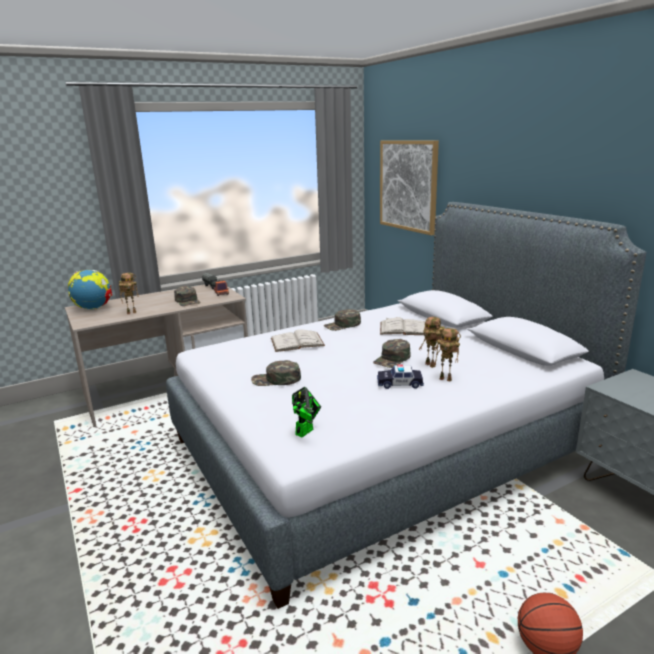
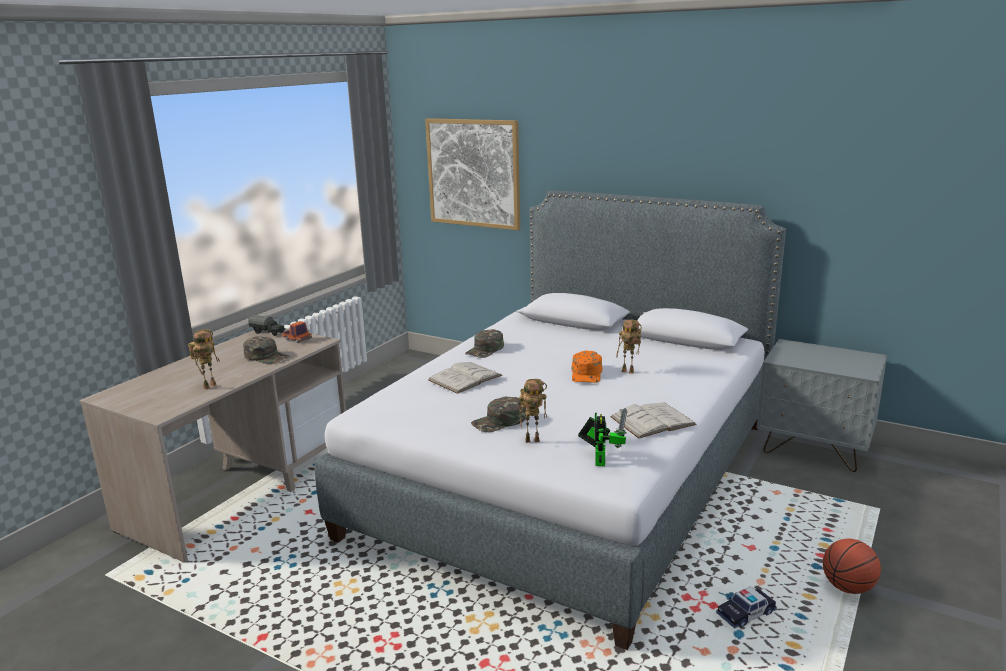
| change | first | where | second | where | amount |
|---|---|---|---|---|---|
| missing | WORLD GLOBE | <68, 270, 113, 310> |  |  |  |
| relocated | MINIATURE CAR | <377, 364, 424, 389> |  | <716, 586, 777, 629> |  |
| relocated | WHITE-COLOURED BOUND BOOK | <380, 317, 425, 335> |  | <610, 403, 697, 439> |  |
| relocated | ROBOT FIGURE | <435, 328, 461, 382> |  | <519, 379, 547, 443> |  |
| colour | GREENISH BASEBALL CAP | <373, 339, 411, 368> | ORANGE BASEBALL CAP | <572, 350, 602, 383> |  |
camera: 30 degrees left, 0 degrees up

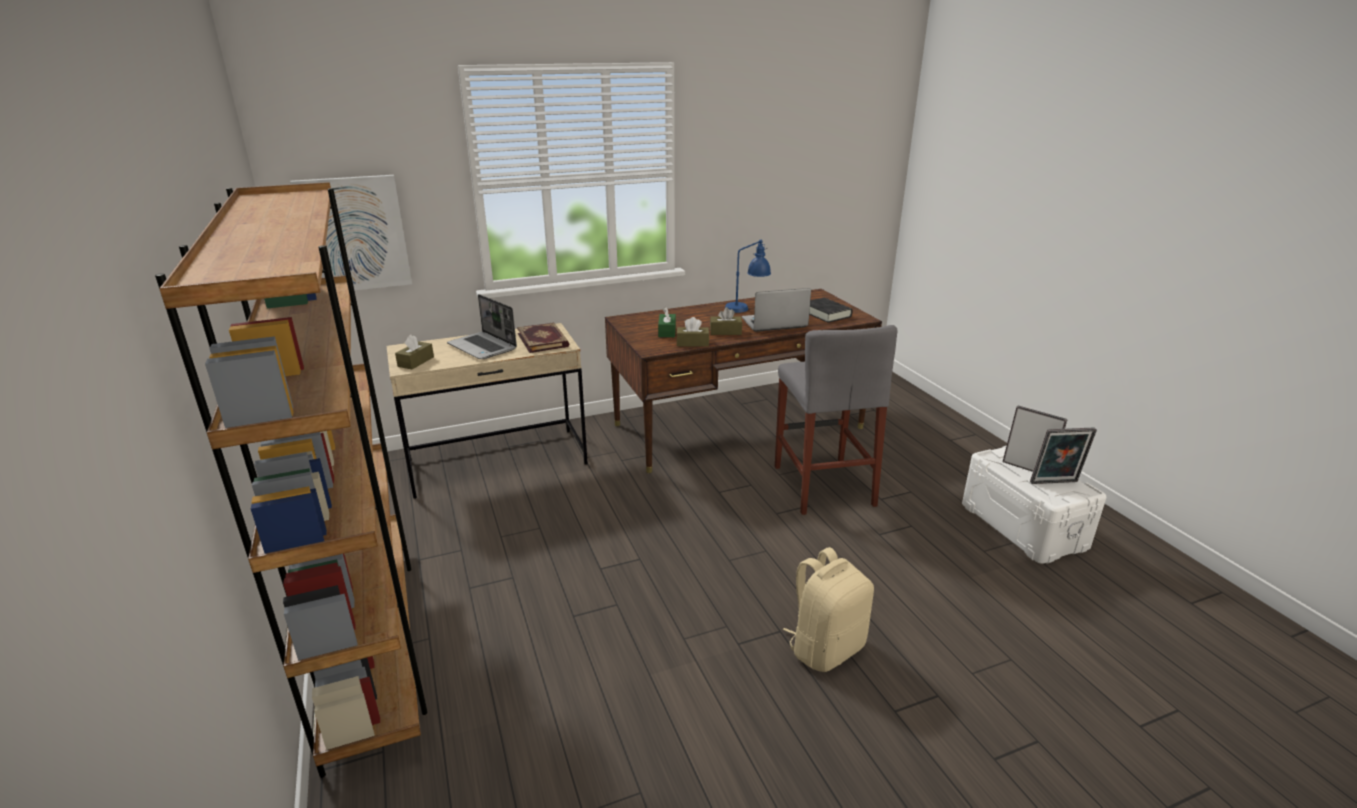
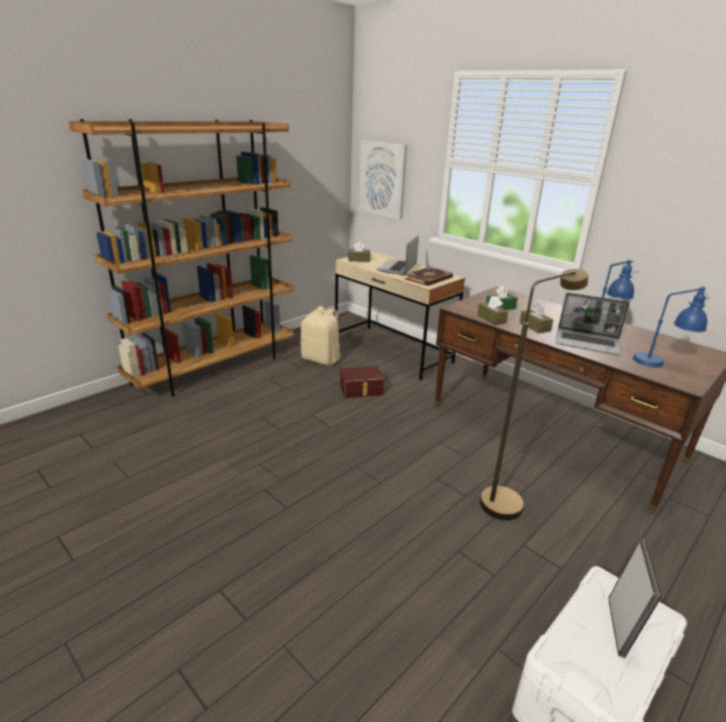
| change | first | where | second | where | amount |
|---|---|---|---|---|---|
| missing | PHOTO FRAME | <1030, 428, 1097, 484> |  |  |  |
| appeared |  |  | BROWNISH STORAGE BIN | <340, 366, 385, 398> |  |
| relocated | SAND-COLOURED KNAPSACK | <783, 547, 874, 672> |  | <300, 306, 340, 366> |  |
| exchanged | GREY STOOL SEAT | <775, 325, 897, 515> | BROWNISH STANDARD LAMP | <480, 269, 588, 520> |  |
| exchanged | BLACK-COLOURED BOUND BOOK | <809, 298, 853, 323> | BLUISH TABLETOP LAMP | <633, 287, 710, 367> |  |
| spun | LAPTOP | <742, 288, 811, 332> |  | <555, 293, 630, 355> | 150 degrees clockwise |
camera: 65 degrees right, 0 degrees up

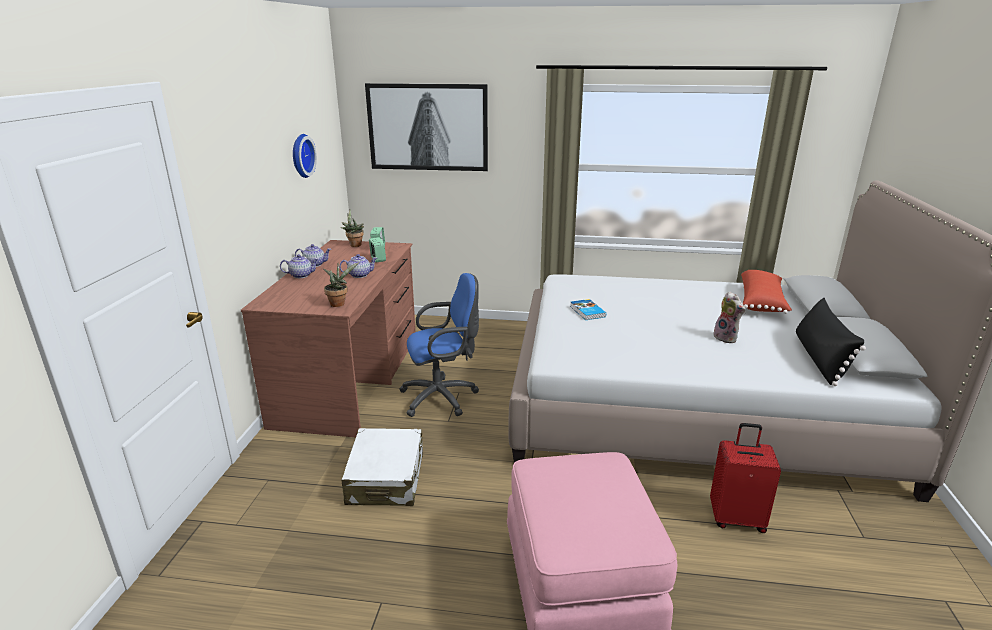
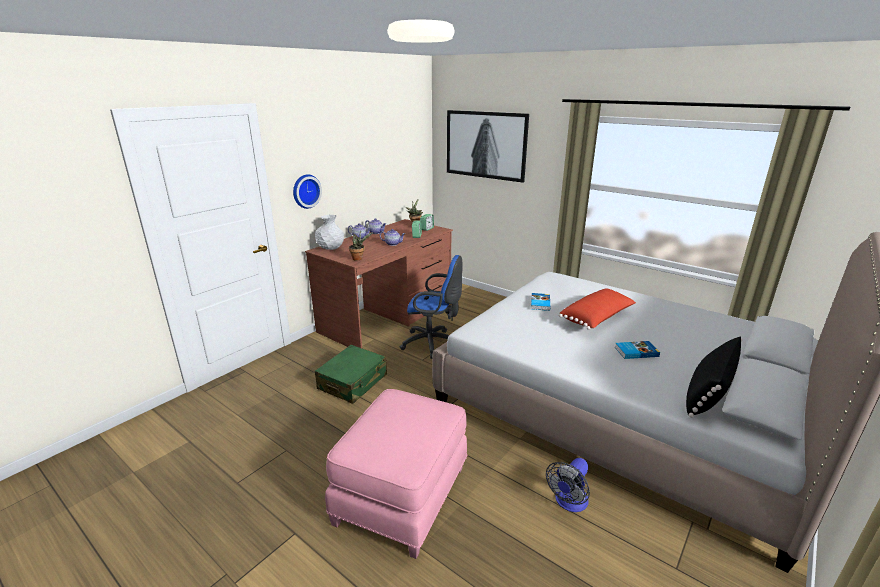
| change | first | where | second | where | amount |
|---|---|---|---|---|---|
| appeared |  |  | WHITE-COLOURED FLOWER VASE | <315, 215, 344, 250> |  |
| relocated | WALL CLOCK | <293, 134, 317, 178> |  | <293, 174, 322, 209> |  |
| relocated | RED THROW PILLOW | <741, 270, 792, 314> |  | <559, 288, 636, 330> |  |
| exchanged | RED SUITCASE | <710, 423, 781, 533> | FAN | <546, 458, 590, 512> |  |
| exchanged | CUDDLY TOY | <713, 292, 746, 343> | BOUND BOOK | <615, 341, 660, 359> |  |
| colour | WHITE-COLOURED SUITCASE | <342, 428, 423, 506> | GREENISH SUITCASE | <315, 345, 387, 404> |  |
camera: 30 degrees right, 0 degrees up

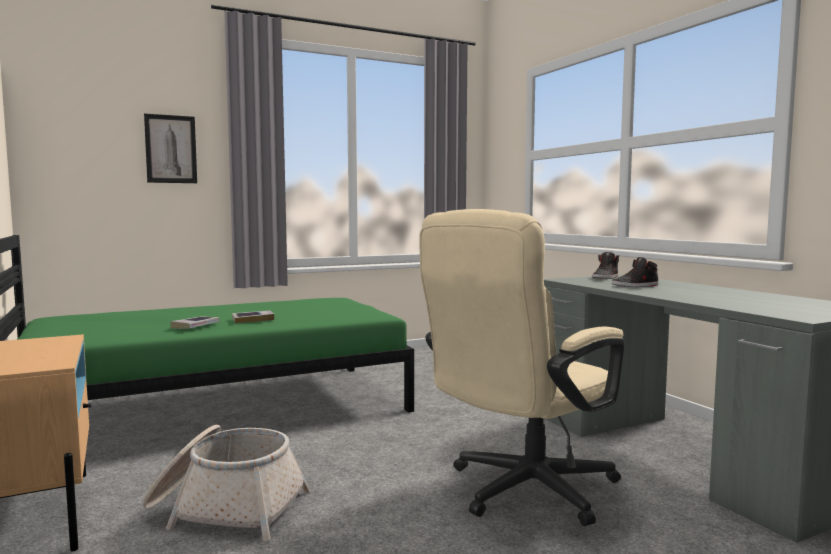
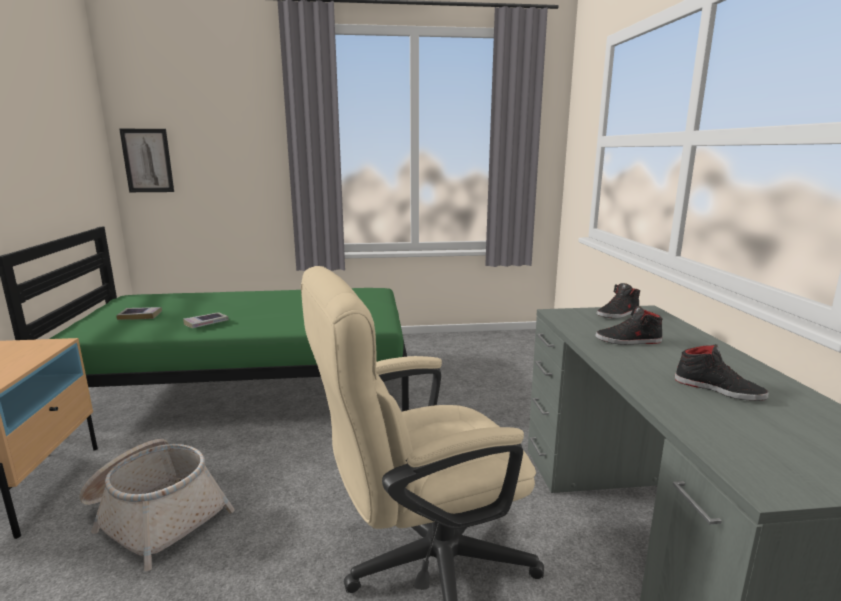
| change | first | where | second | where | amount |
|---|---|---|---|---|---|
| appeared |  |  | BLACK-COLOURED ITEM OF FOOTWEAR | <675, 344, 768, 401> |  |
| relocated | WALL PICTURE | <144, 114, 197, 183> |  | <119, 129, 174, 192> |  |
| relocated | BOUND BOOK | <232, 310, 274, 323> |  | <116, 307, 162, 320> |  |
camera: 20 degrees right, 10 degrees up

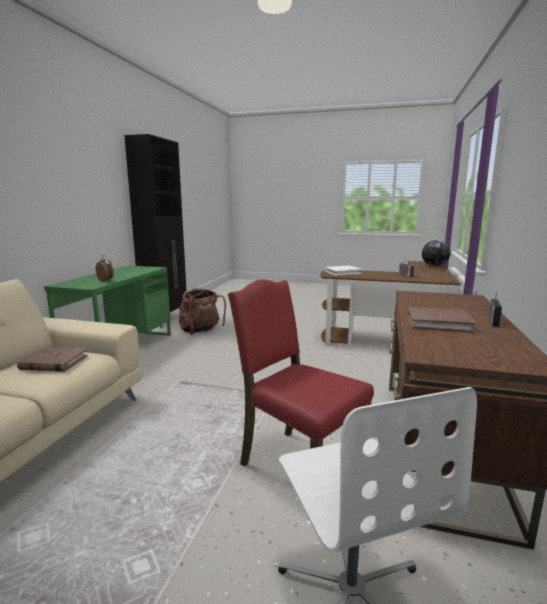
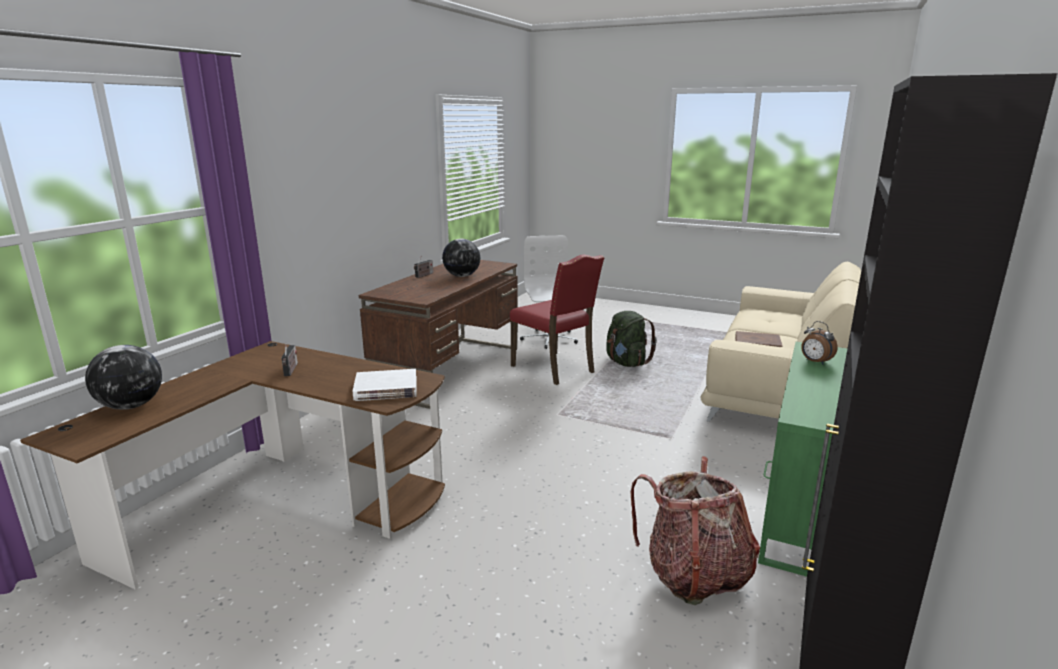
| change | first | where | second | where | amount |
|---|---|---|---|---|---|
| appeared |  |  | GREENISH KNAPSACK | <606, 311, 657, 367> |  |
| exchanged | BROWNISH BOUND BOOK | <407, 307, 476, 333> | WORLD GLOBE | <442, 239, 480, 277> |  |
camera: 170 degrees left, 5 degrees up

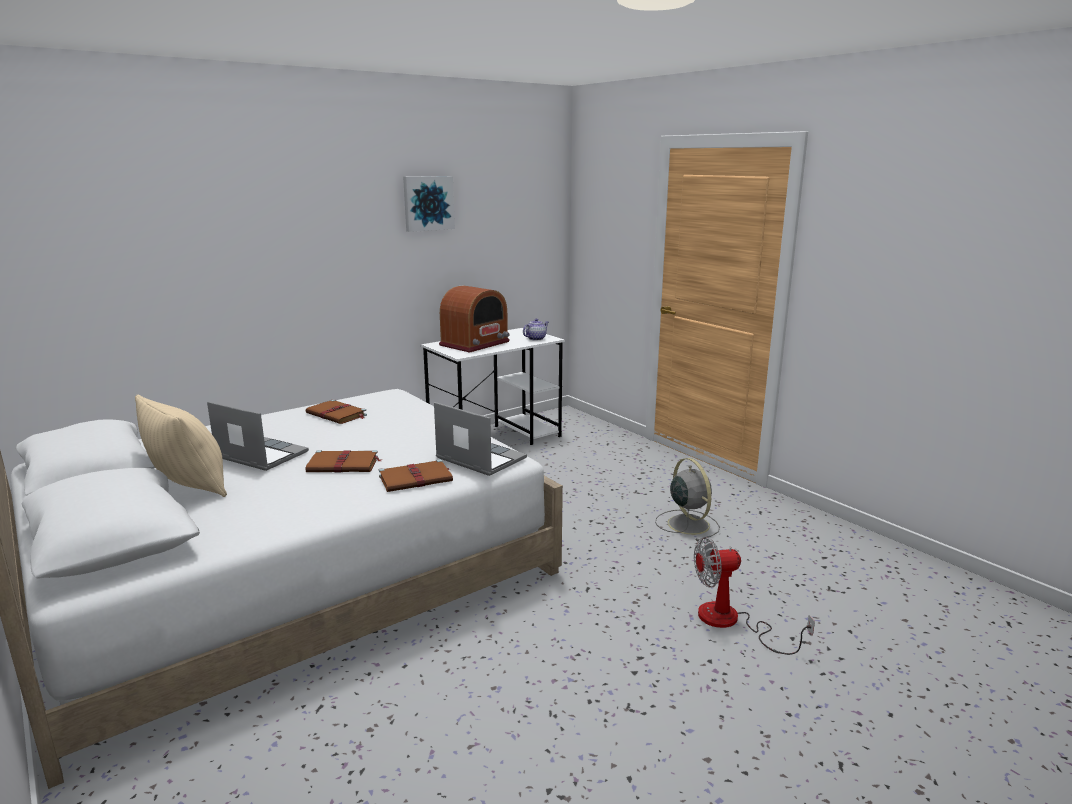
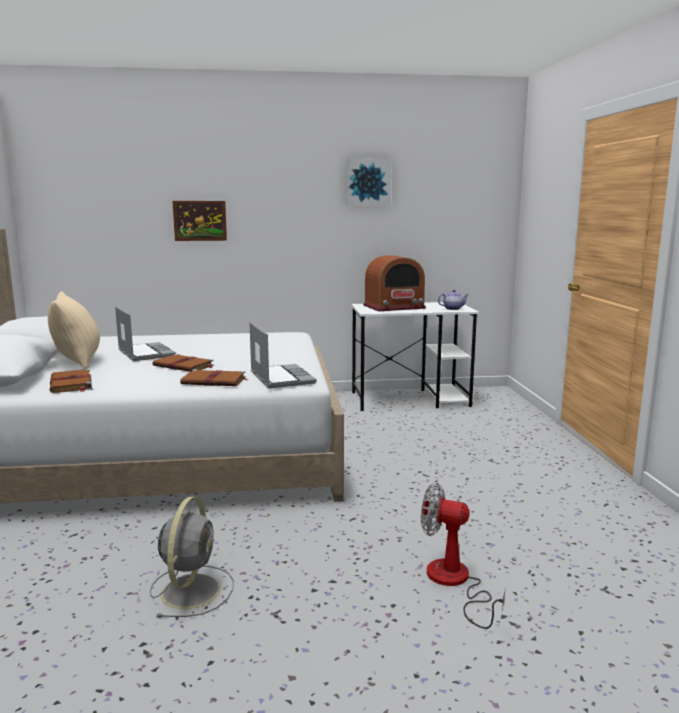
| change | first | where | second | where | amount |
|---|---|---|---|---|---|
| appeared |  |  | WALL PICTURE | <172, 201, 227, 241> |  |
| relocated | BROWNISH BOUND BOOK | <306, 399, 367, 424> |  | <50, 369, 92, 393> |  |
| relocated | GREY FAN | <655, 458, 720, 541> |  | <150, 497, 234, 618> |  |
camera: 30 degrees right, 5 degrees down

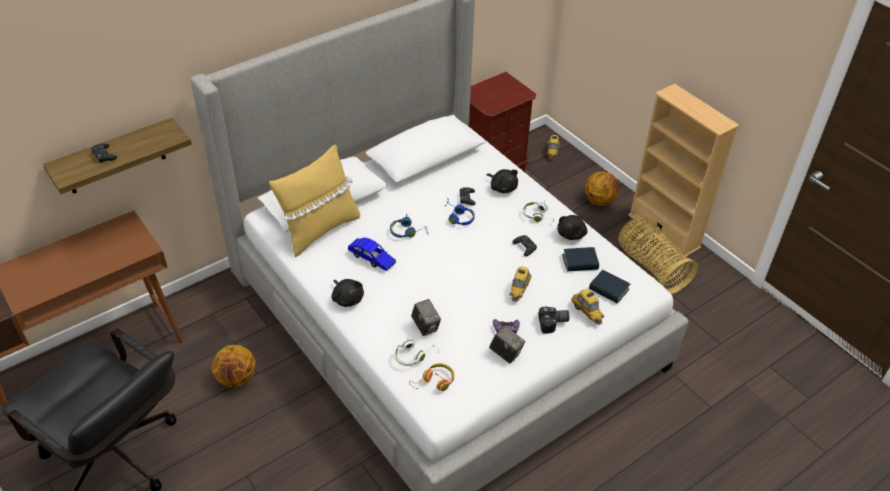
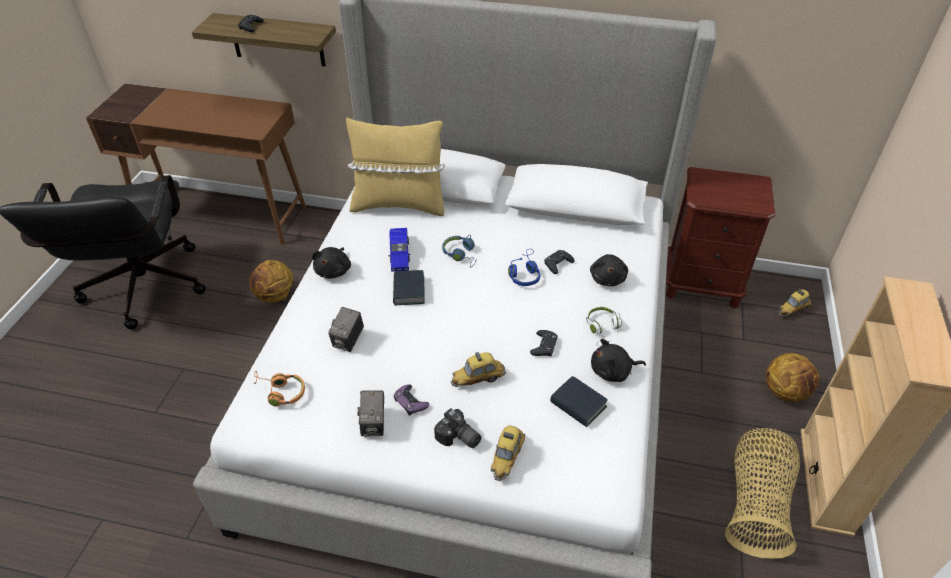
| change | first | where | second | where | amount |
|---|---|---|---|---|---|
| missing | WHITE-COLOURED HEADPHONES | <394, 336, 440, 366> |  |  |  |
| relocated | BOUND BOOK | <589, 270, 630, 304> |  | <393, 270, 425, 306> |  |
camera: 50 degrees right, 0 degrees up

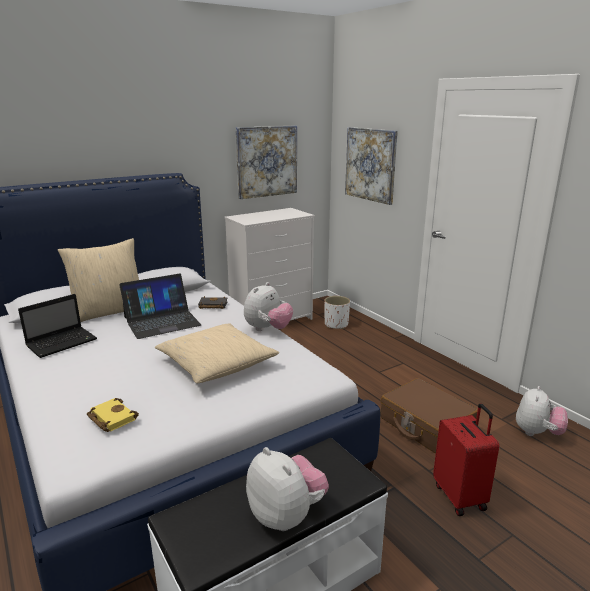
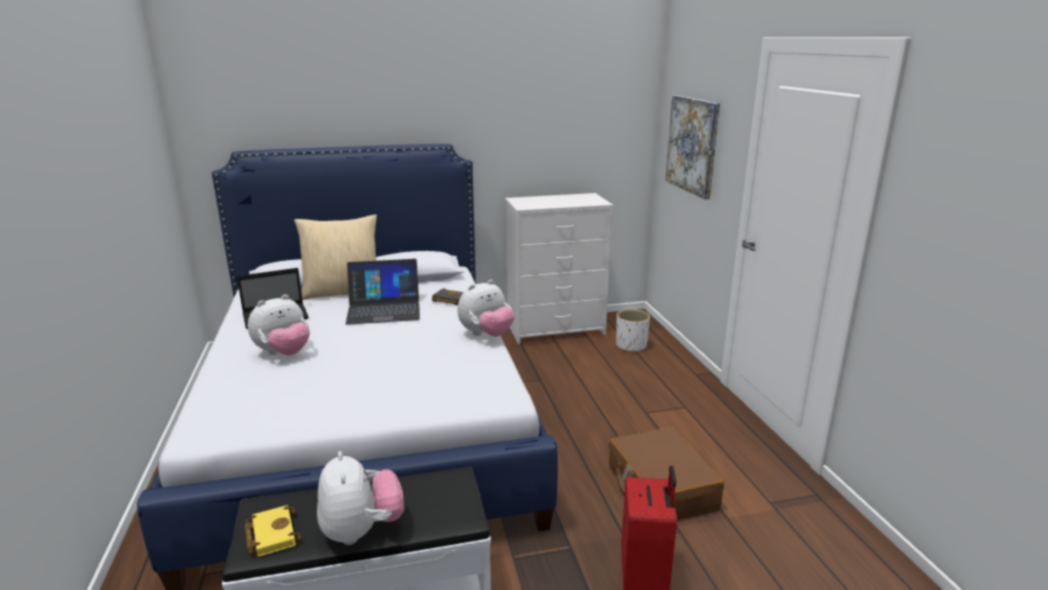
| change | first | where | second | where | amount |
|---|---|---|---|---|---|
| missing | SAND-COLOURED THROW PILLOW | <155, 324, 279, 383> |  |  |  |
| missing | WALL PICTURE | <236, 125, 297, 199> |  |  |  |
| relocated | YELLOW-COLOURED BOUND BOOK | <87, 398, 139, 432> |  | <245, 505, 302, 557> |  |
| relocated | CUDDLY TOY | <516, 386, 568, 436> |  | <248, 294, 310, 355> |  |
camera: 20 degrees right, 0 degrees up

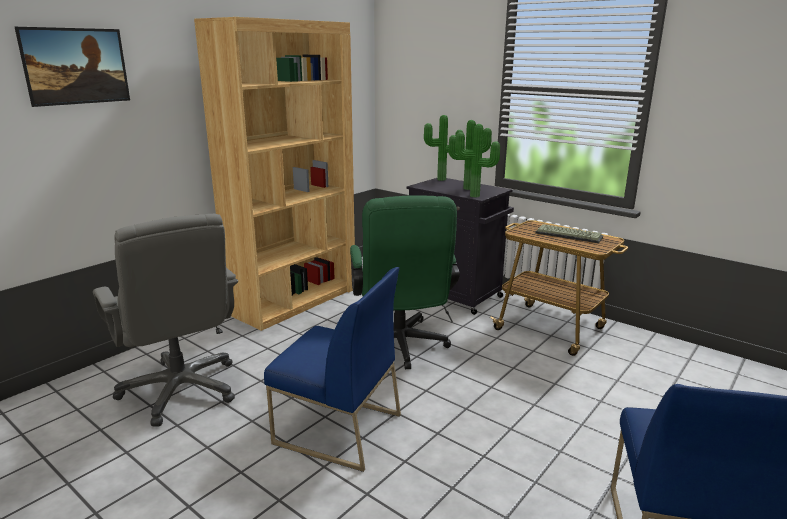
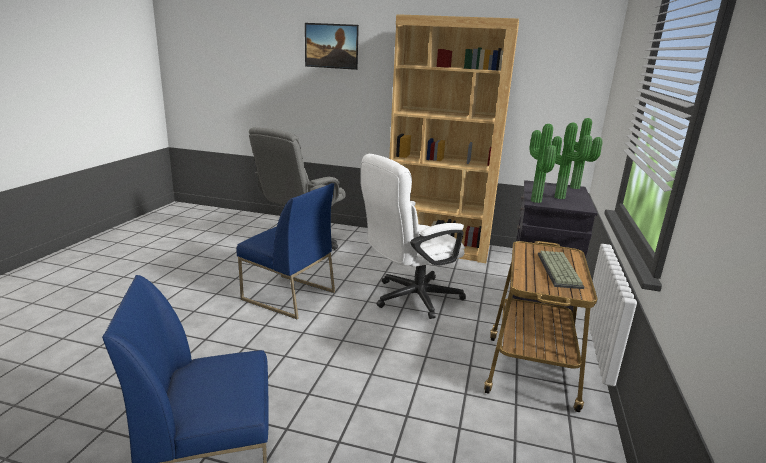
| change | first | where | second | where | amount |
|---|---|---|---|---|---|
| colour | GREENISH DESK CHAIR | <350, 195, 460, 370> | WHITE-COLOURED DESK CHAIR | <360, 154, 466, 319> |  |
| spun | BLUISH UPRIGHT CHAIR | <264, 267, 401, 472> |  | <236, 183, 335, 319> | 60 degrees counterclockwise |
camera: 65 degrees right, 0 degrees up

